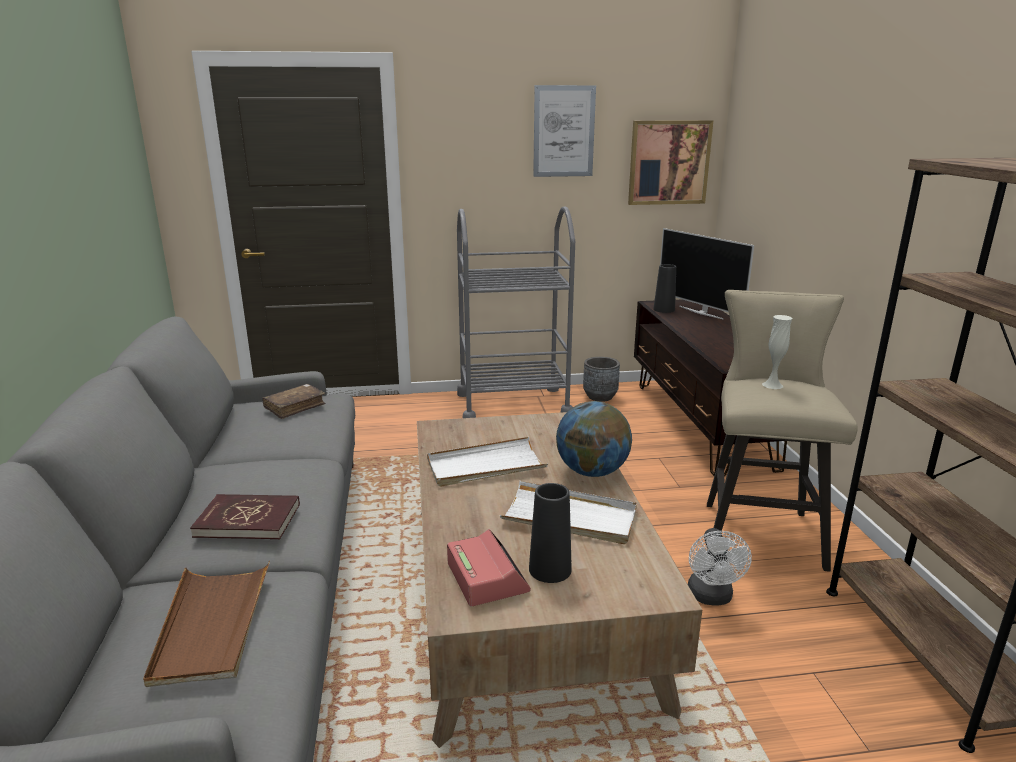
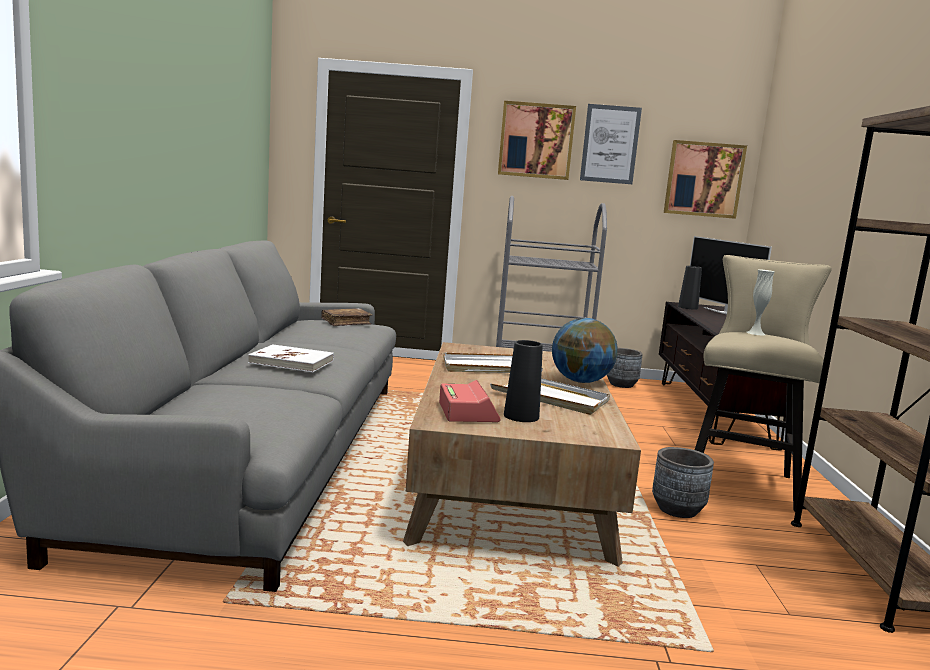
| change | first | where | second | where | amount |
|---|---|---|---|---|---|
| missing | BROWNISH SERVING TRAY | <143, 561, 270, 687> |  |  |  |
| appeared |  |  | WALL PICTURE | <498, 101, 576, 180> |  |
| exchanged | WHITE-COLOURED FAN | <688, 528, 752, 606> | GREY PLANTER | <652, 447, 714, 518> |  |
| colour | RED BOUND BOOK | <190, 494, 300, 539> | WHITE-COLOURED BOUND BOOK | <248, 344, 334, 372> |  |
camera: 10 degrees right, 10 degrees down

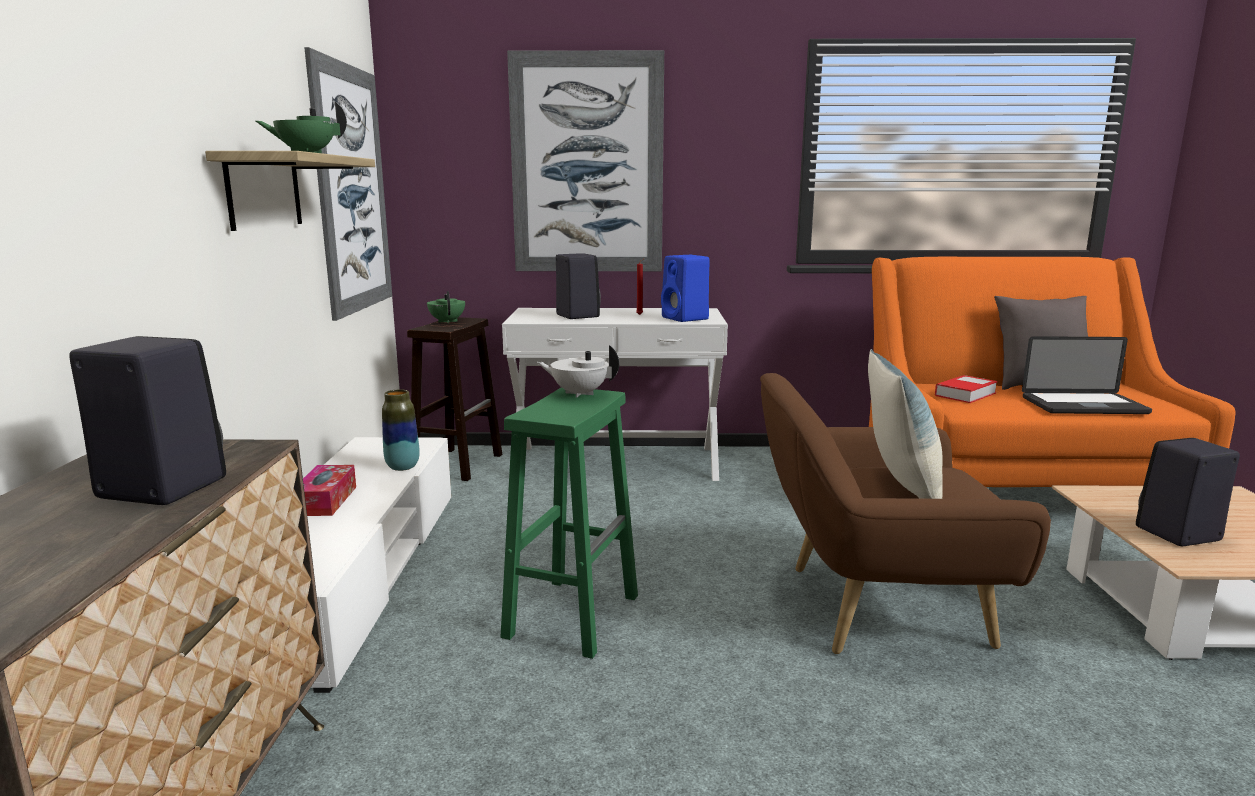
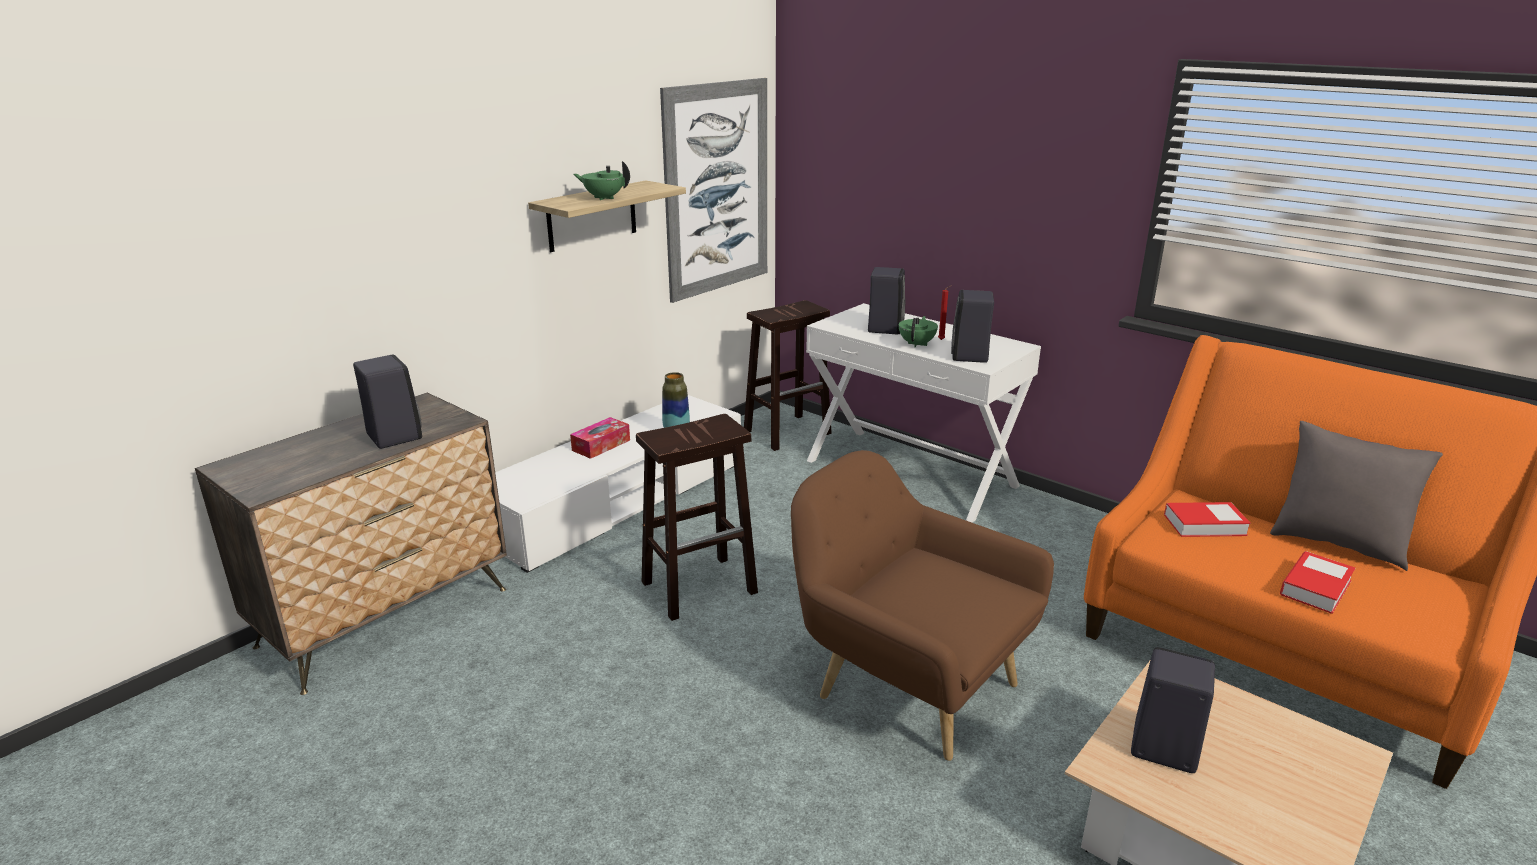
| change | first | where | second | where | amount |
|---|---|---|---|---|---|
| missing | WALL PICTURE | <507, 50, 664, 271> |  |  |  |
| missing | WHITE-COLOURED POT FOR TEA | <537, 345, 619, 398> |  |  |  |
| missing | THROW PILLOW | <868, 349, 943, 499> |  |  |  |
| relocated | GREENISH POT FOR TEA | <427, 291, 465, 323> |  | <899, 316, 938, 347> |  |
| exchanged | LAPTOP | <1022, 336, 1152, 414> | BOUND BOOK | <1280, 551, 1355, 614> |  |
| colour | GREENISH STOOL SEAT | <501, 387, 638, 659> | BROWNISH STOOL SEAT | <636, 414, 758, 621> |  |
| colour | BLUISH AUDIO SPEAKER | <661, 255, 710, 322> | BLACK-COLOURED AUDIO SPEAKER | <951, 290, 994, 363> |  |
camera: 40 degrees right, 10 degrees up

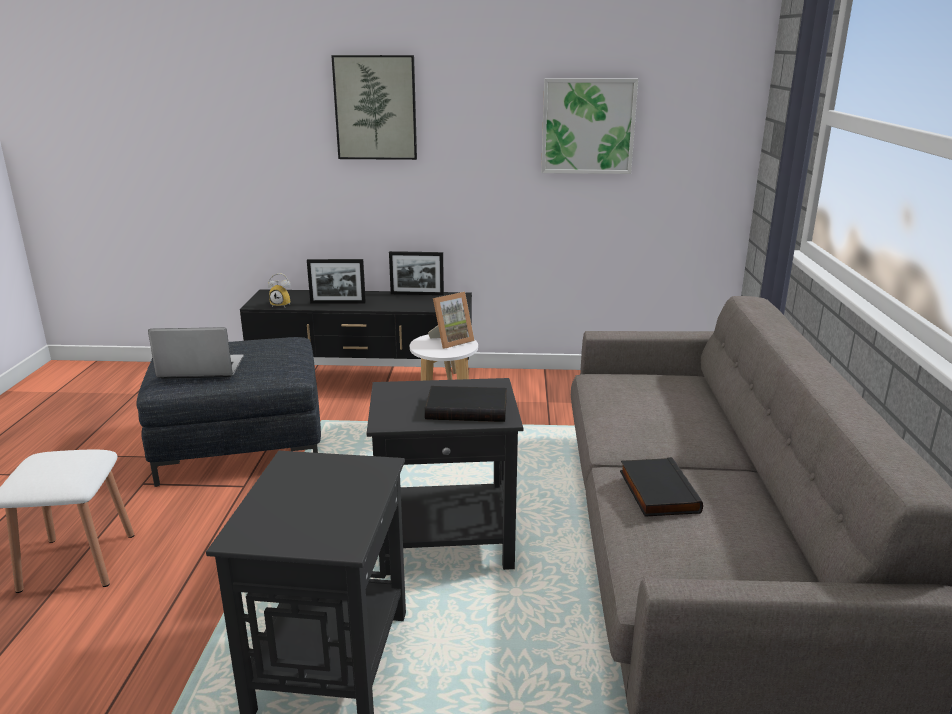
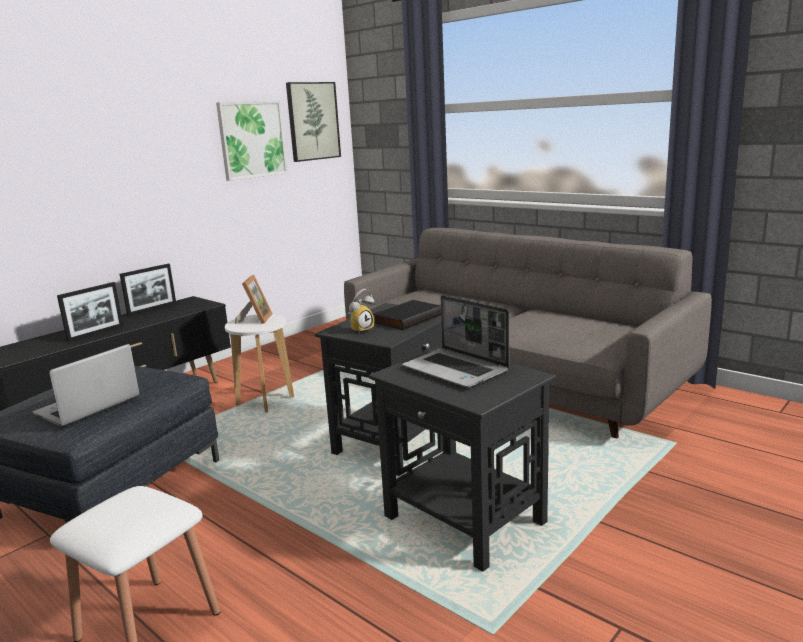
| change | first | where | second | where | amount |
|---|---|---|---|---|---|
| missing | BLACK-COLOURED BOUND BOOK | <620, 457, 703, 517> |  |  |  |
| appeared |  |  | LAPTOP | <402, 295, 509, 387> |  |
| relocated | TABLE CLOCK | <268, 273, 291, 307> |  | <348, 289, 375, 334> |  |
| relocated | WALL PICTURE | <331, 55, 417, 160> |  | <286, 82, 341, 162> |  |
camera: 50 degrees left, 5 degrees down

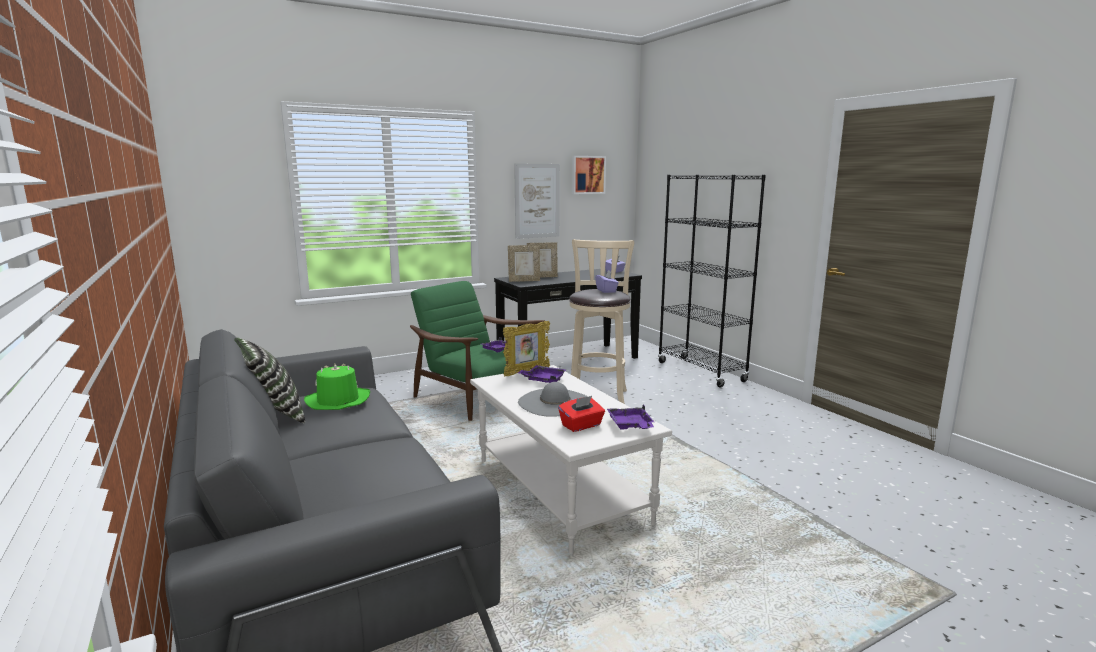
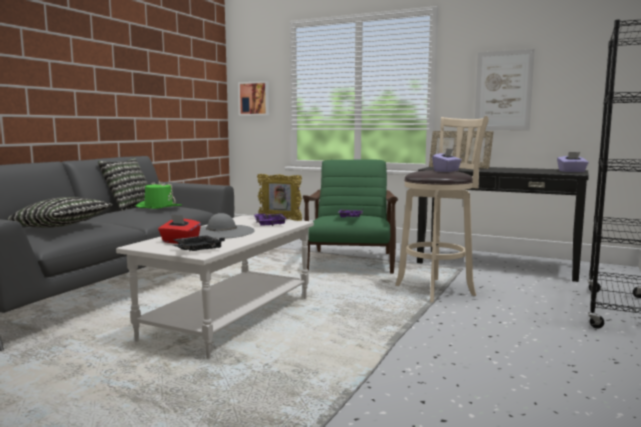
| change | first | where | second | where | amount |
|---|---|---|---|---|---|
| appeared |  |  | THROW PILLOW | <8, 197, 112, 228> |  |
| relocated | WALL PICTURE | <572, 156, 606, 194> |  | <238, 81, 269, 116> |  |
| colour | PURPLE SERVING TRAY | <607, 405, 654, 430> | BLACK-COLOURED SERVING TRAY | <172, 235, 225, 251> |  |
camera: 55 degrees right, 5 degrees down

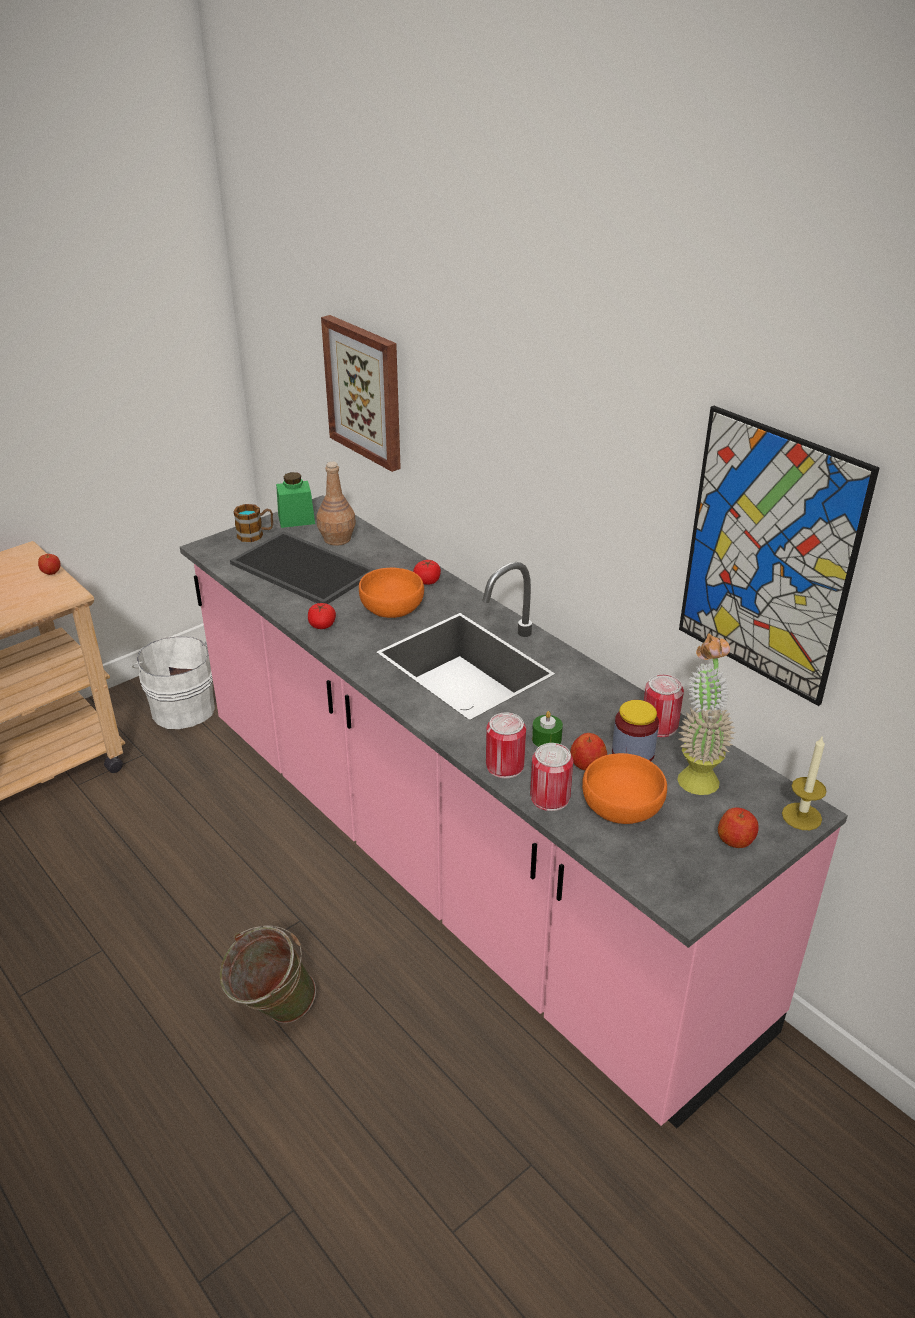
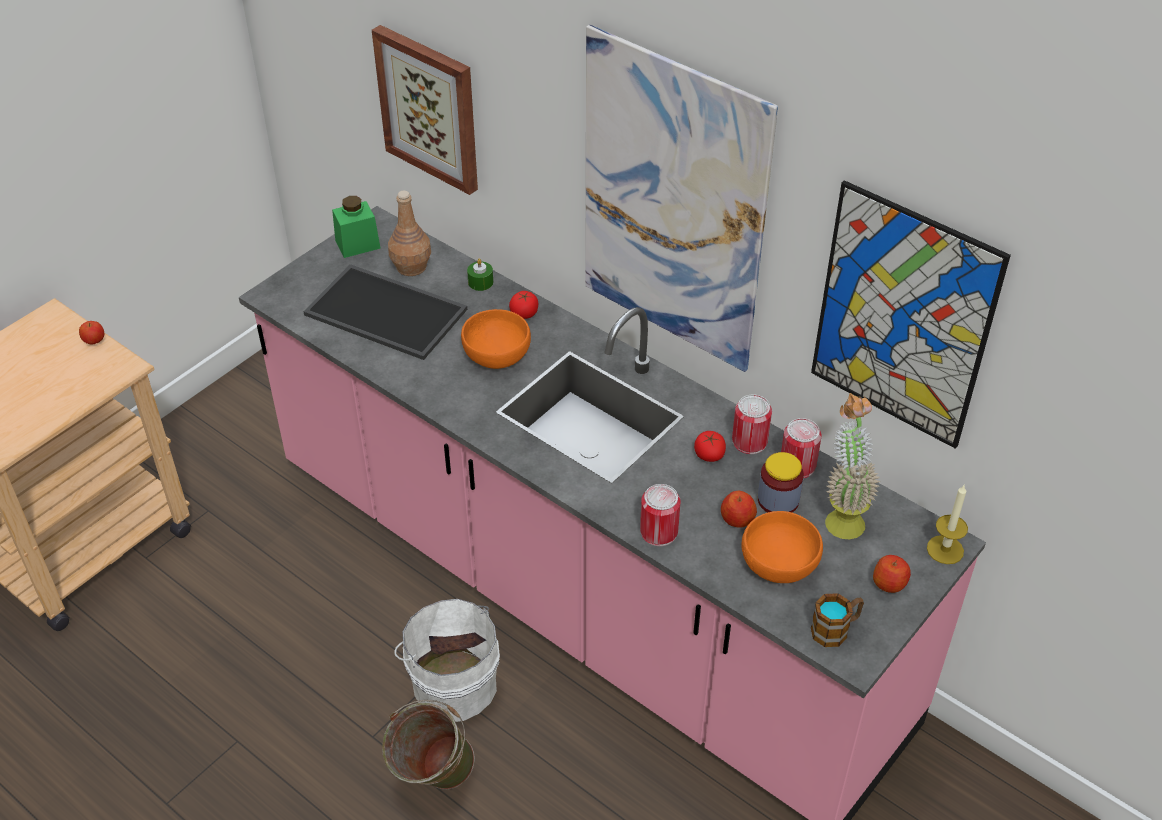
| change | first | where | second | where | amount |
|---|---|---|---|---|---|
| appeared |  |  | WALL PICTURE | <585, 25, 778, 372> |  |
| relocated | WHITE-COLOURED WATER BUCKET | <132, 636, 215, 729> |  | <394, 599, 500, 722> |  |
| relocated | TEA MUG | <233, 504, 273, 542> |  | <811, 593, 864, 647> |  |
| relocated | FRESH TOMATO | <308, 603, 336, 629> |  | <694, 431, 726, 462> |  |
| relocated | CAN | <530, 743, 573, 811> |  | <732, 395, 772, 454> |  |
| relocated | GREENISH WAX CANDLE | <532, 711, 563, 747> |  | <467, 259, 493, 291> |  |
camera: 10 degrees left, 10 degrees up

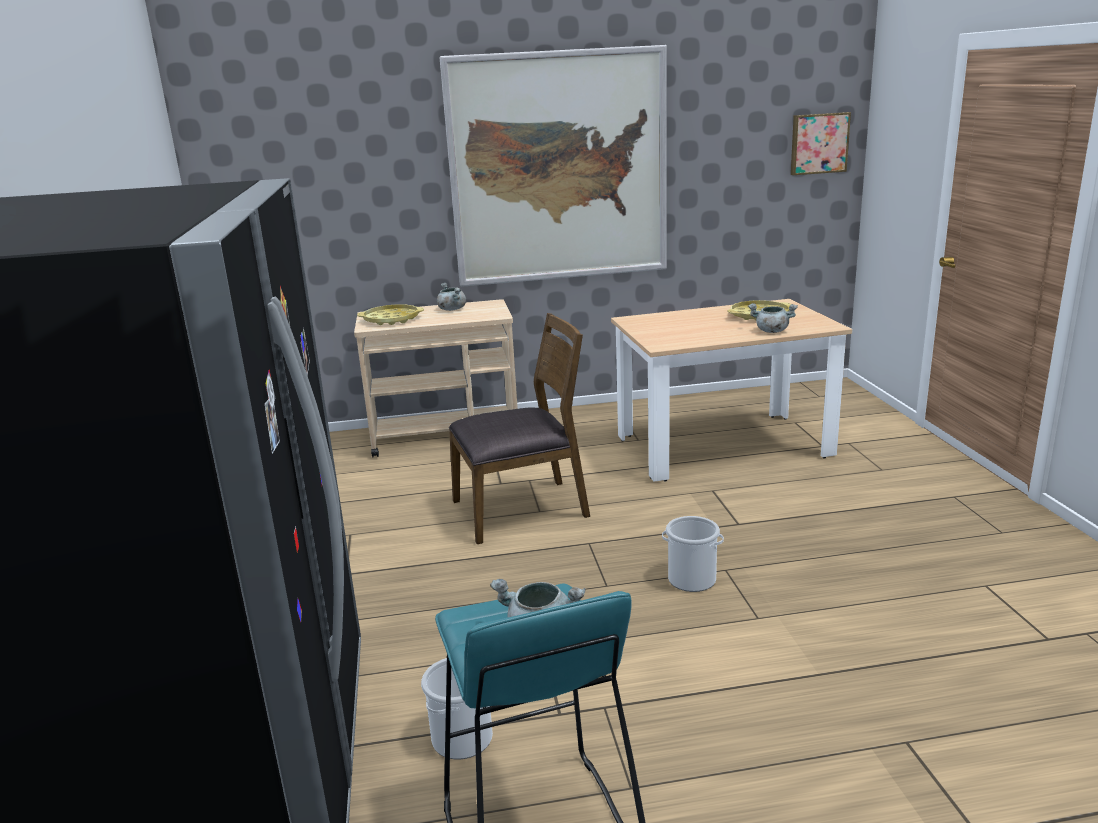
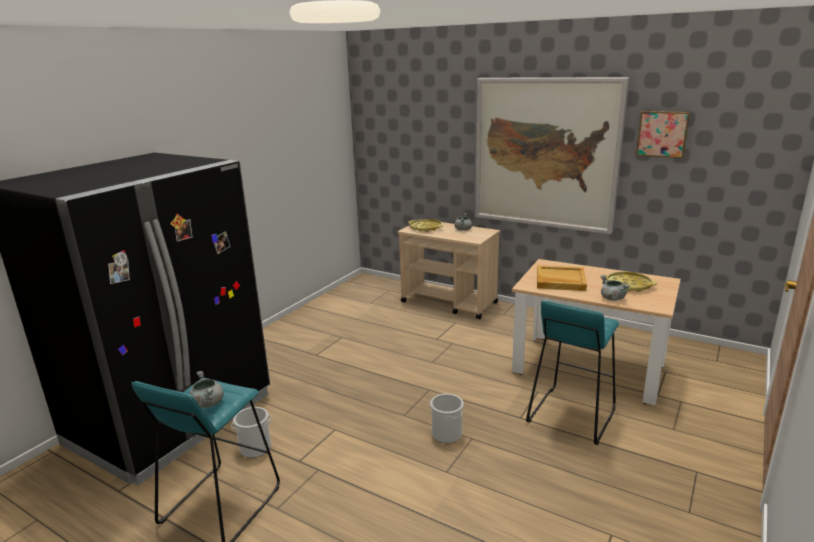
| change | first | where | second | where | amount |
|---|---|---|---|---|---|
| missing | BROWNISH UPRIGHT CHAIR | <449, 313, 590, 544> |  |  |  |
| appeared |  |  | TURQUOISE-COLOURED STOOL SEAT | <526, 301, 619, 445> |  |
| appeared |  |  | SAND-COLOURED SERVING TRAY | <537, 265, 587, 291> |  |
| relocated | WALL PICTURE | <791, 112, 851, 175> |  | <636, 111, 690, 158> |  |
camera: 40 degrees right, 0 degrees up

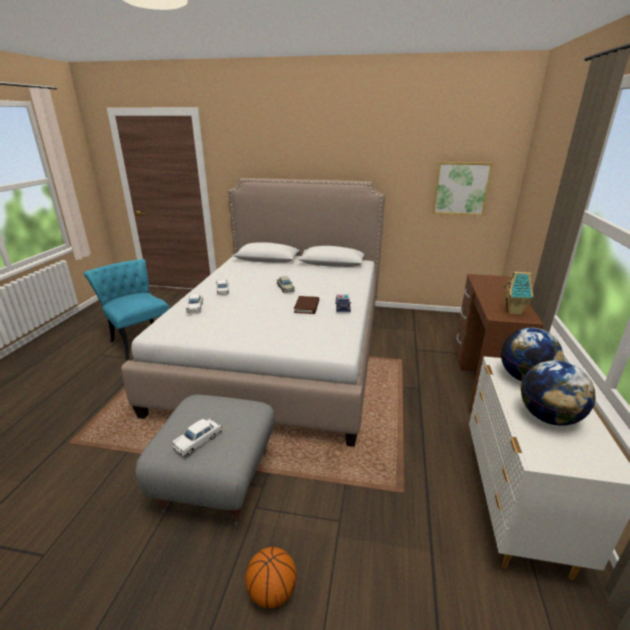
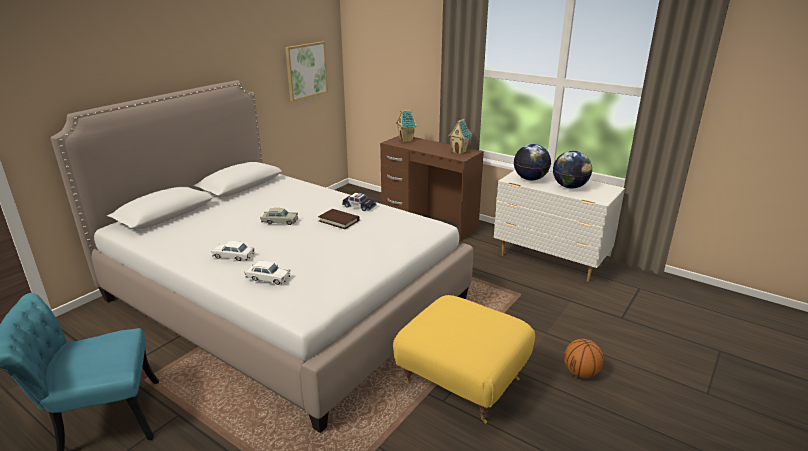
| change | first | where | second | where | amount |
|---|---|---|---|---|---|
| missing | WHITE-COLOURED MINIATURE CAR | <172, 418, 222, 456> |  |  |  |
| appeared |  |  | MODEL HOUSE | <396, 109, 416, 142> |  |
| colour | GREY POUFFE | <135, 395, 275, 527> | YELLOW-COLOURED POUFFE | <393, 295, 535, 424> |  |
camera: 65 degrees left, 0 degrees up

